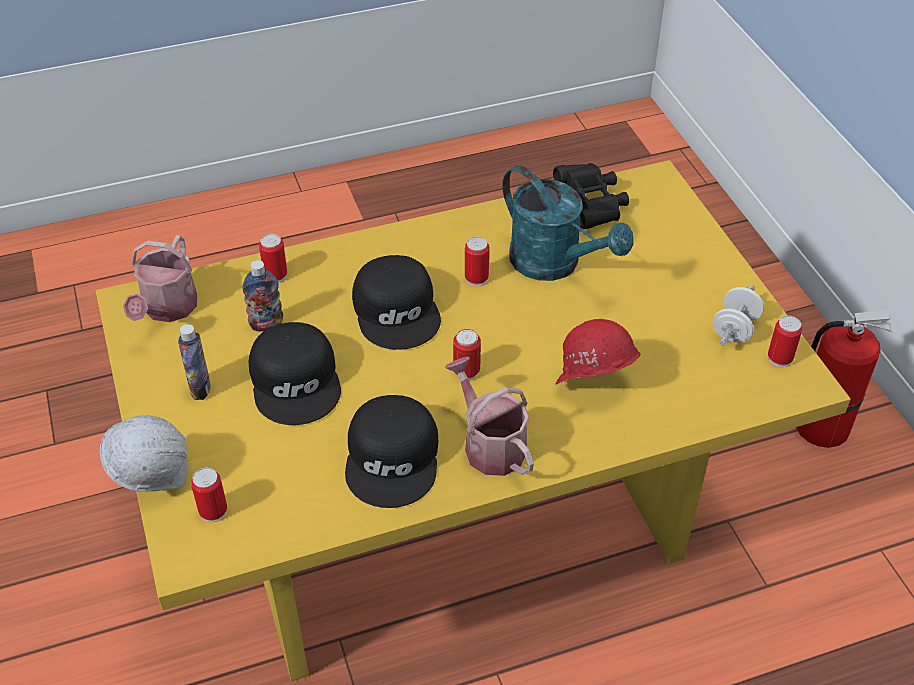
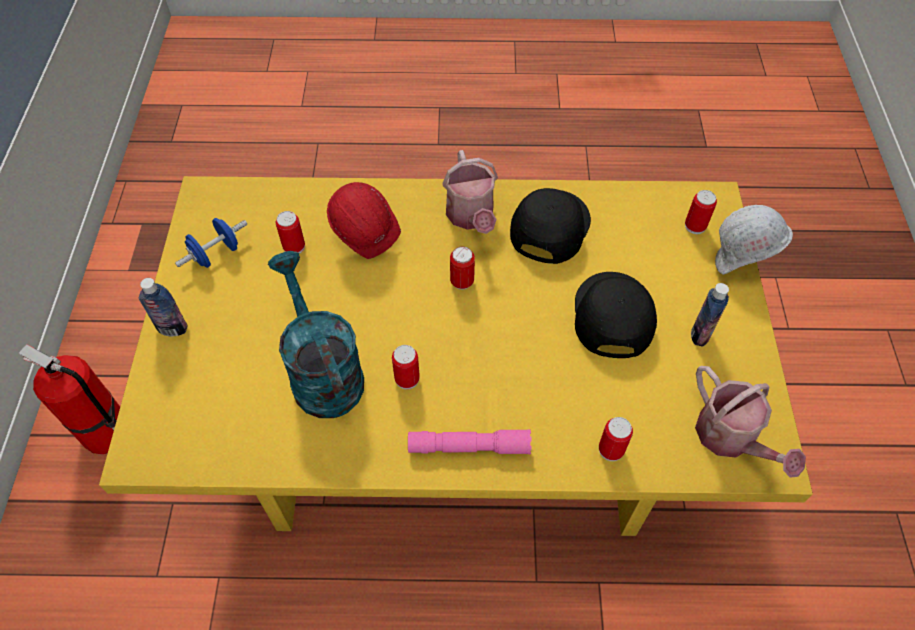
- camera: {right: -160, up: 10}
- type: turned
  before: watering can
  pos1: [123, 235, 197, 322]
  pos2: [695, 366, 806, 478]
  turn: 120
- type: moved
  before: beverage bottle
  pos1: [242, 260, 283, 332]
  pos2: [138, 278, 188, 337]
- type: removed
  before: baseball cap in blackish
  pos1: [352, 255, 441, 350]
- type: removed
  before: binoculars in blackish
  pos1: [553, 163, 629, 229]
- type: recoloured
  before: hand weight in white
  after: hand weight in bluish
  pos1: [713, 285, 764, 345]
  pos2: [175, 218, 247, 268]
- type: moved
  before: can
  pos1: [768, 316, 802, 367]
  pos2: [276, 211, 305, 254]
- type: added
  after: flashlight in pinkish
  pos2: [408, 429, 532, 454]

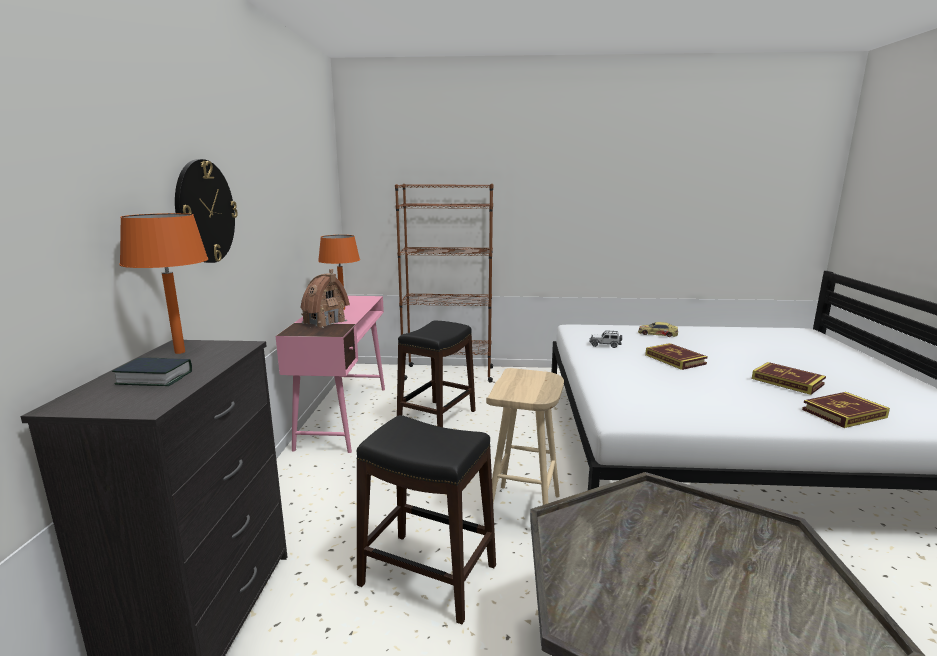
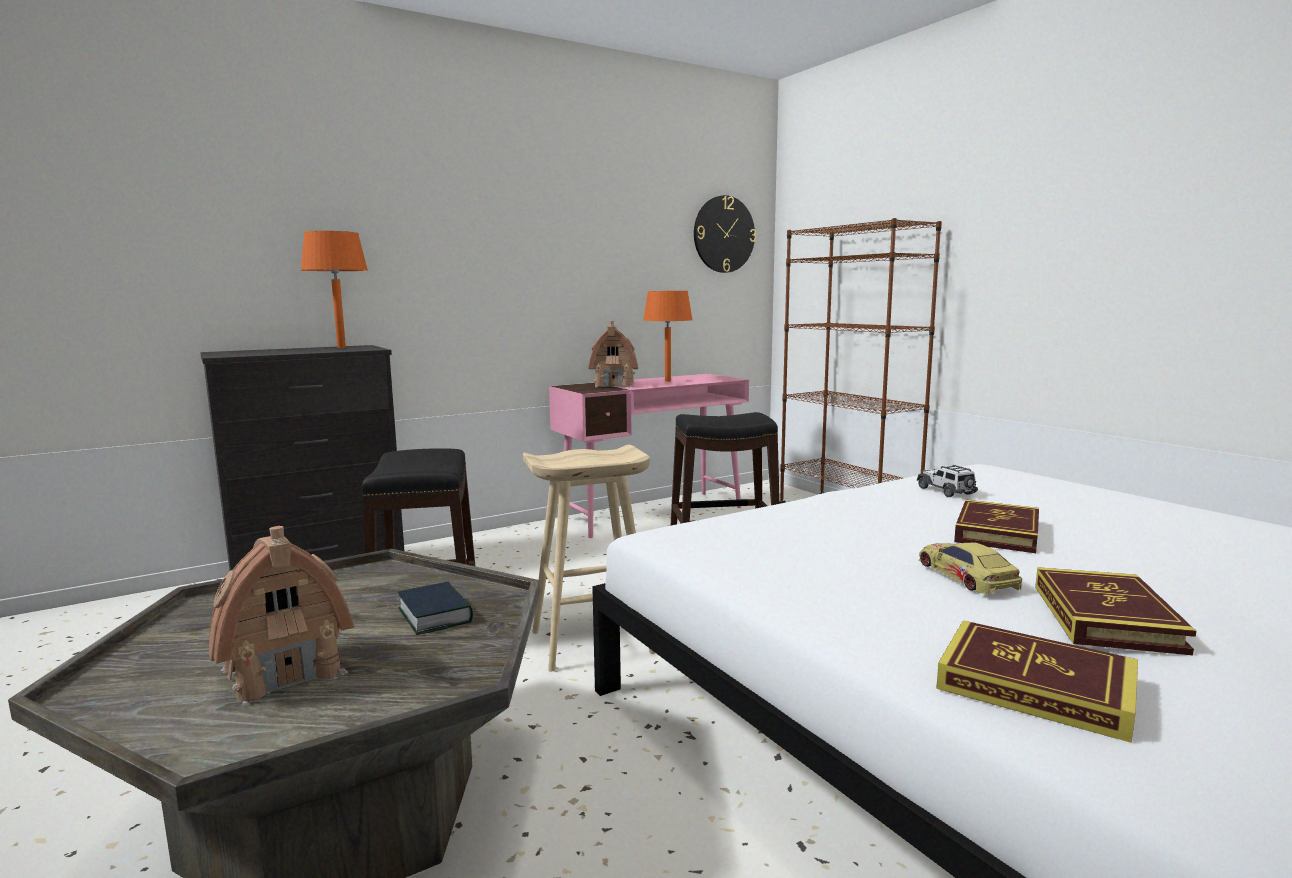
- camera: {right: 55, up: -5}
- type: moved
  before: bound book
  pos1: [112, 358, 192, 386]
  pos2: [398, 582, 473, 635]
- type: moved
  before: wall clock
  pos1: [175, 159, 238, 263]
  pos2: [694, 195, 756, 273]
- type: moved
  before: model car
  pos1: [638, 322, 678, 337]
  pos2: [919, 542, 1022, 594]
- type: added
  after: toy house
  pos2: [209, 526, 355, 706]

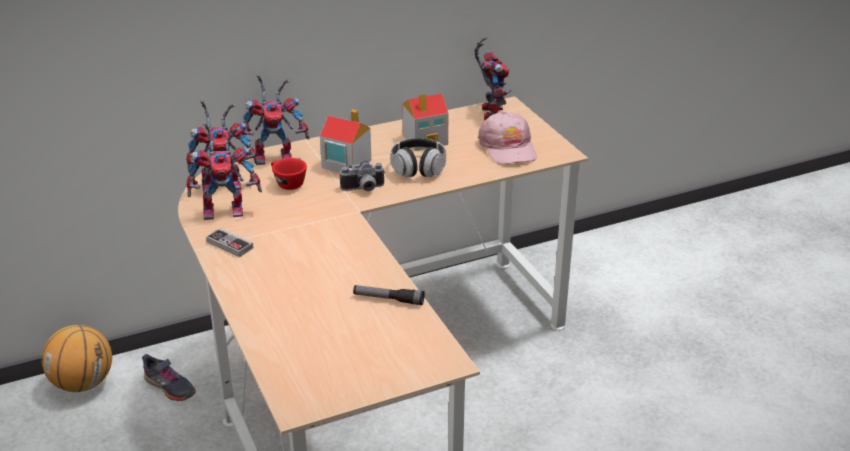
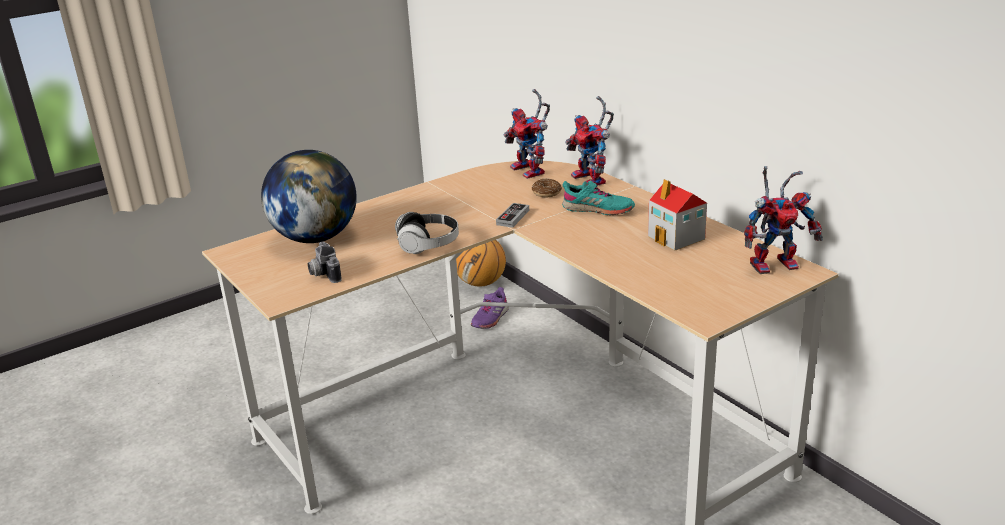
- camera: {right: 80, up: -5}
- type: recoloured
  before: item of footwear in gray
  after: item of footwear in purplish
  pos1: [142, 354, 196, 401]
  pos2: [471, 287, 509, 329]
- type: removed
  before: robot figure
  pos1: [187, 122, 262, 220]
- type: moved
  before: joypad
  pos1: [206, 228, 253, 257]
  pos2: [496, 203, 529, 228]
- type: replaced
  before: drinking cup in reddish
  after: doughnut
  pos1: [271, 158, 307, 190]
  pos2: [532, 179, 562, 197]
- type: replaced
  before: toy house
  after: item of footwear in turquoise-coloured
  pos1: [320, 109, 371, 173]
  pos2: [562, 181, 635, 215]
- type: moved
  before: still camera
  pos1: [339, 160, 385, 191]
  pos2: [308, 242, 342, 283]
- type: removed
  before: flashlight
  pos1: [353, 285, 425, 305]
- type: moved
  before: headset
  pos1: [390, 138, 446, 177]
  pos2: [395, 212, 459, 254]
- type: removed
  before: baseball cap in pinkish
  pos1: [478, 111, 537, 165]
- type: added
  after: world globe
  pos2: [261, 150, 357, 243]

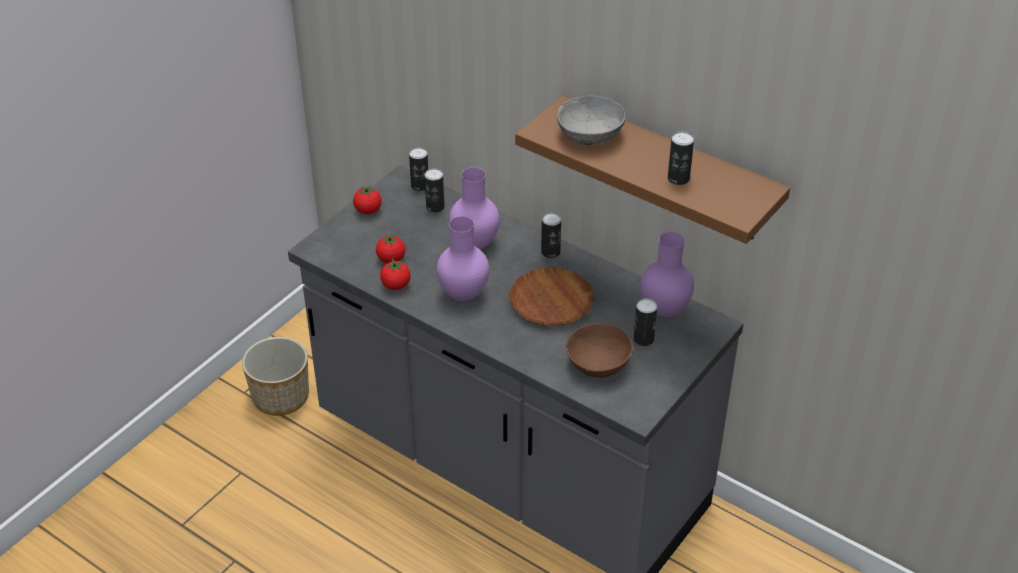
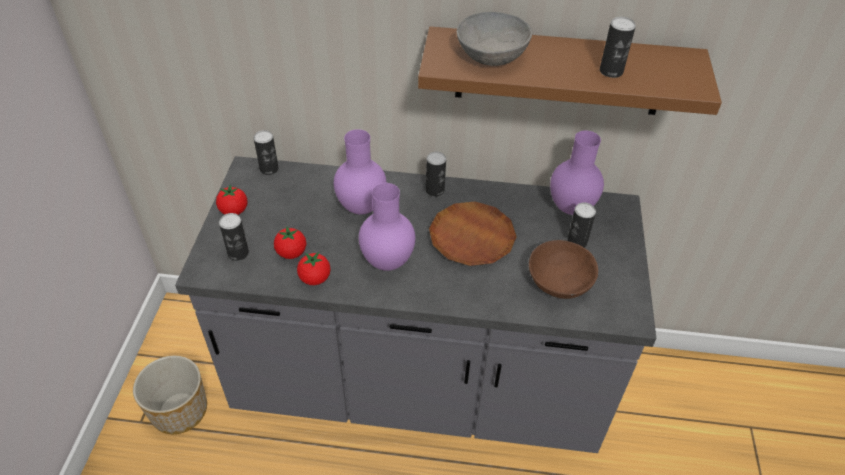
- camera: {right: -30, up: 5}
- type: moved
  before: can
  pos1: [424, 168, 445, 213]
  pos2: [219, 213, 249, 261]

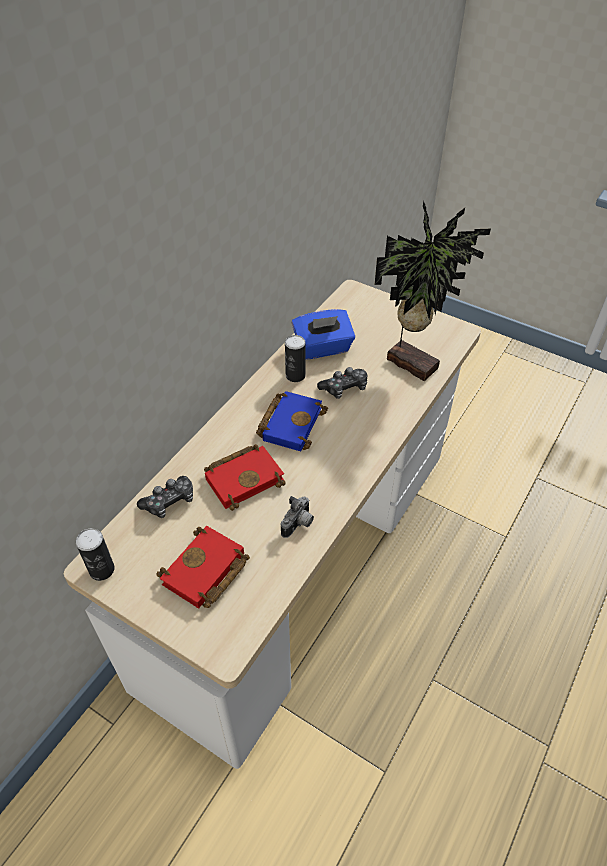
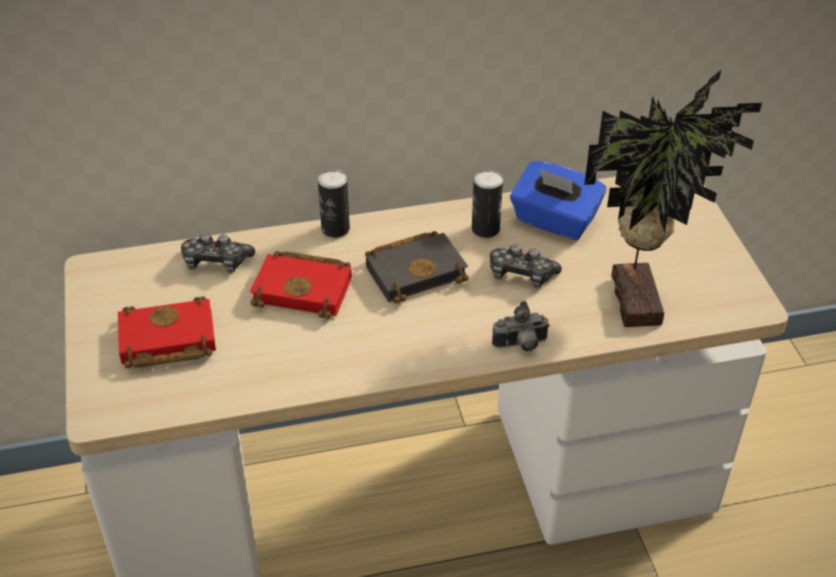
- camera: {right: 45, up: -5}
- type: moved
  before: can
  pos1: [76, 528, 115, 581]
  pos2: [318, 169, 350, 238]
- type: recoloured
  before: bound book in bluish
  after: bound book in blackish
  pos1: [256, 391, 328, 451]
  pos2: [365, 231, 469, 303]
- type: moved
  before: still camera
  pos1: [281, 496, 314, 538]
  pos2: [492, 301, 550, 351]

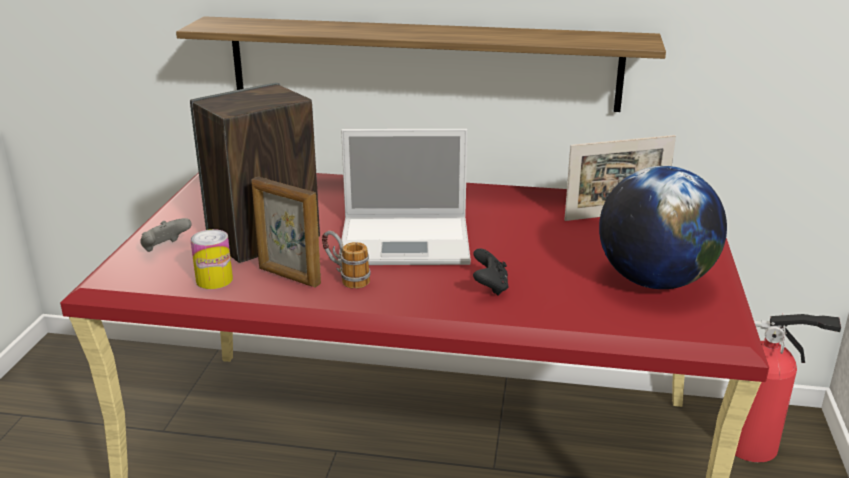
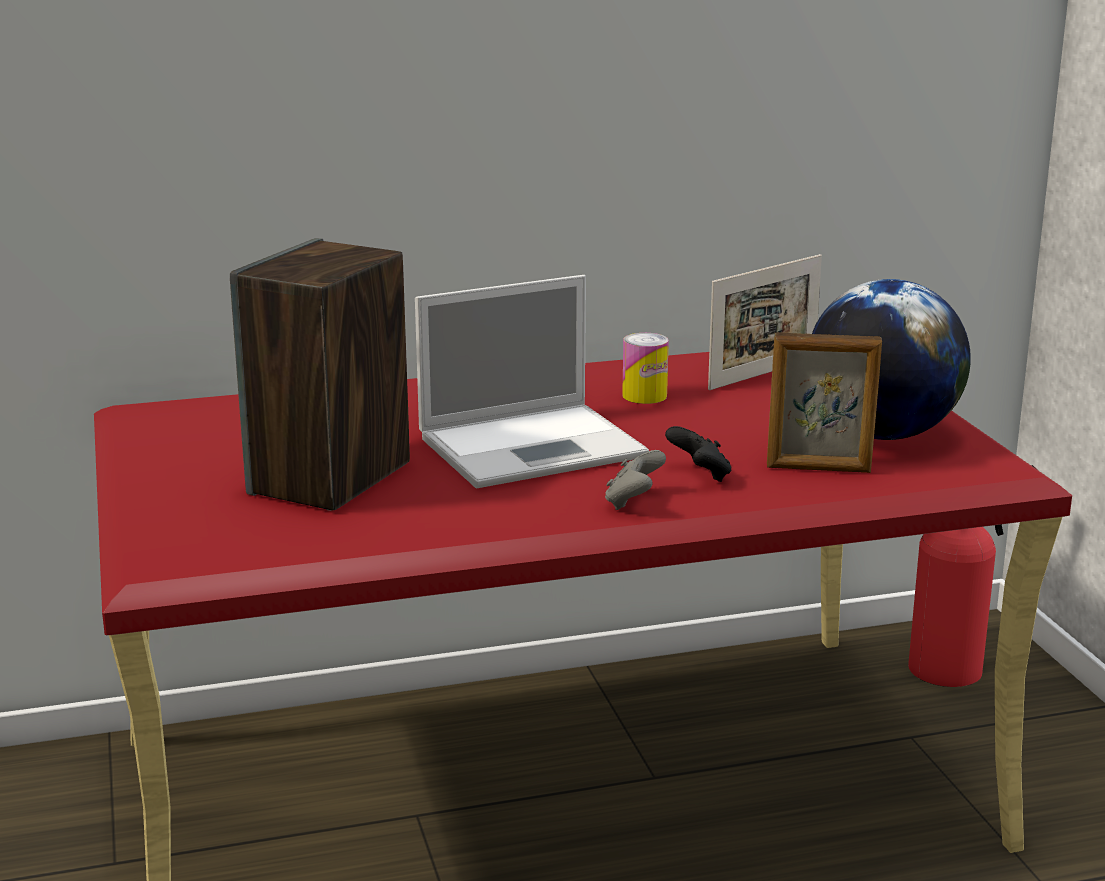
- camera: {right: -25, up: -5}
- type: moved
  before: joypad in gray
  pos1: [140, 218, 192, 252]
  pos2: [605, 450, 666, 510]
- type: removed
  before: wall shelf
  pos1: [176, 16, 666, 112]
- type: moved
  before: can
  pos1: [190, 229, 233, 289]
  pos2: [622, 333, 669, 404]
- type: moved
  before: standing frame
  pos1: [251, 177, 321, 287]
  pos2: [767, 332, 882, 473]
- type: removed
  before: mug
  pos1: [322, 231, 371, 289]

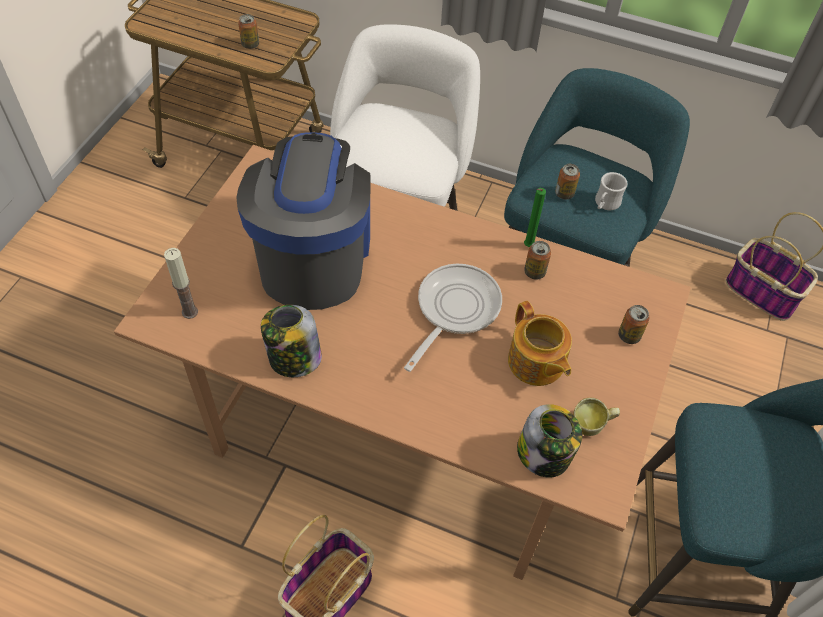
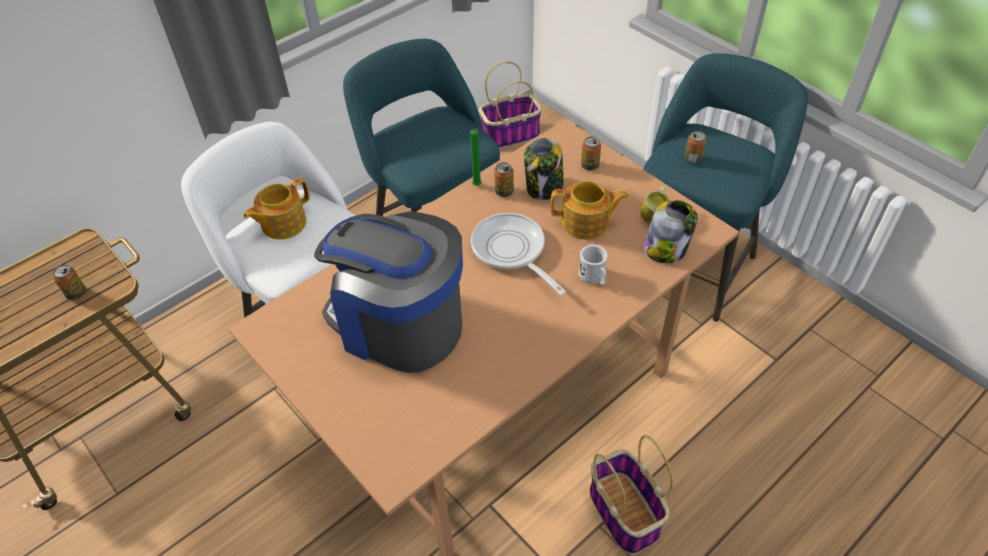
- camera: {right: -60, up: -5}
- type: removed
  before: wax candle
  pos1: [164, 248, 198, 319]
- type: moved
  before: preserve jar
  pos1: [261, 305, 322, 377]
  pos2: [524, 138, 564, 200]
- type: moved
  before: can
  pos1: [555, 164, 580, 199]
  pos2: [684, 131, 706, 164]
- type: moved
  before: mug in white
  pos1: [595, 172, 628, 210]
  pos2: [578, 245, 608, 285]
- type: added
  after: teapot
  pos2: [243, 178, 310, 240]

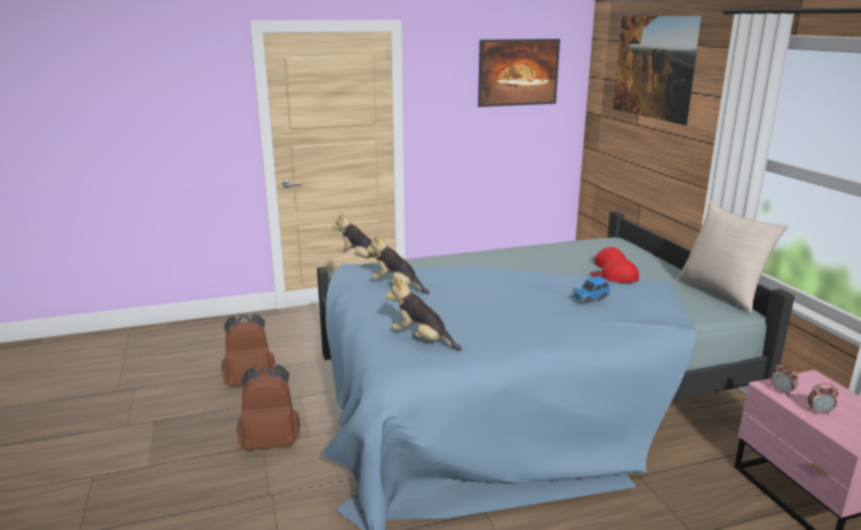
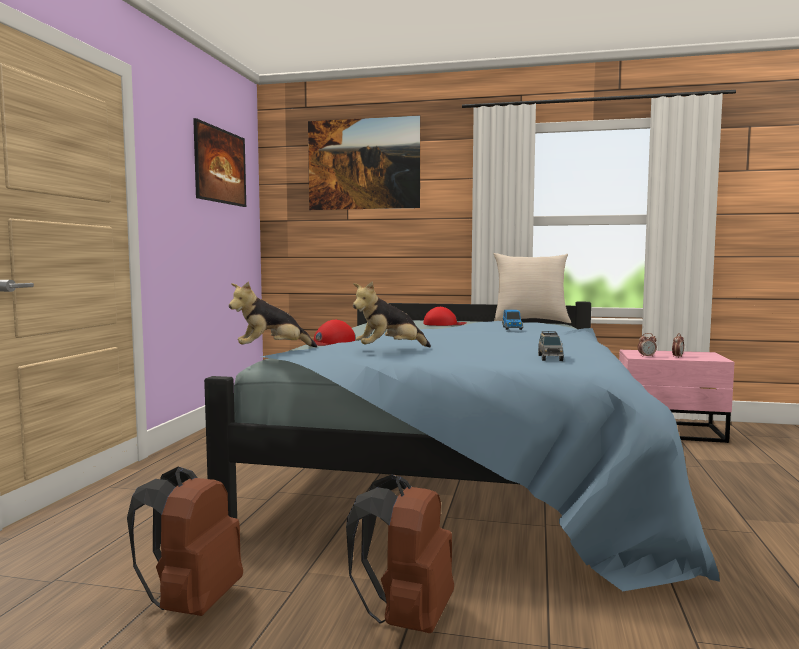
- camera: {right: -60, up: -15}
- type: replaced
  before: plush toy
  after: model car in gray
  pos1: [386, 276, 462, 351]
  pos2: [538, 331, 563, 361]
- type: moved
  before: baseball cap in reddish
  pos1: [590, 258, 639, 283]
  pos2: [314, 320, 355, 346]

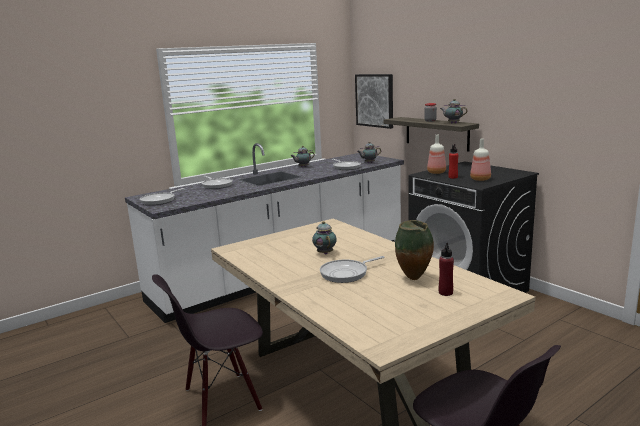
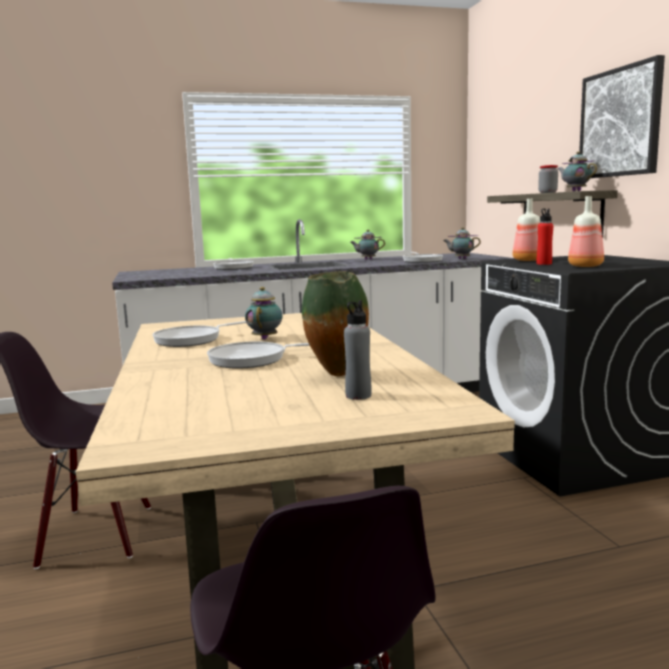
- camera: {right: 20, up: -5}
- type: moved
  before: pan
  pos1: [140, 188, 185, 205]
  pos2: [153, 321, 246, 347]
- type: moved
  before: wall art
  pos1: [355, 74, 393, 129]
  pos2: [579, 55, 665, 178]
- type: recoloured
  before: beverage bottle in reddish
  after: beverage bottle in gray
  pos1: [439, 243, 454, 296]
  pos2: [344, 300, 372, 400]

